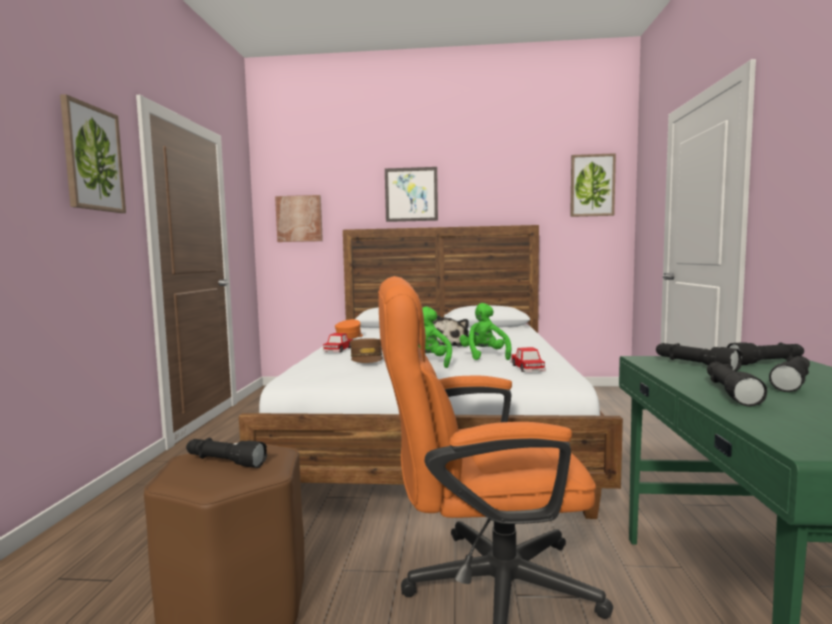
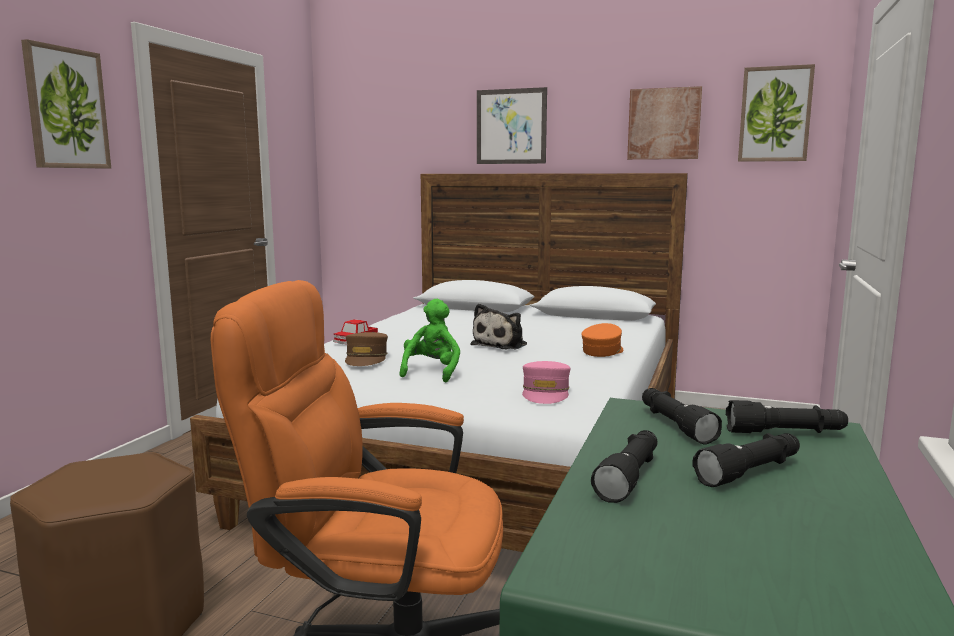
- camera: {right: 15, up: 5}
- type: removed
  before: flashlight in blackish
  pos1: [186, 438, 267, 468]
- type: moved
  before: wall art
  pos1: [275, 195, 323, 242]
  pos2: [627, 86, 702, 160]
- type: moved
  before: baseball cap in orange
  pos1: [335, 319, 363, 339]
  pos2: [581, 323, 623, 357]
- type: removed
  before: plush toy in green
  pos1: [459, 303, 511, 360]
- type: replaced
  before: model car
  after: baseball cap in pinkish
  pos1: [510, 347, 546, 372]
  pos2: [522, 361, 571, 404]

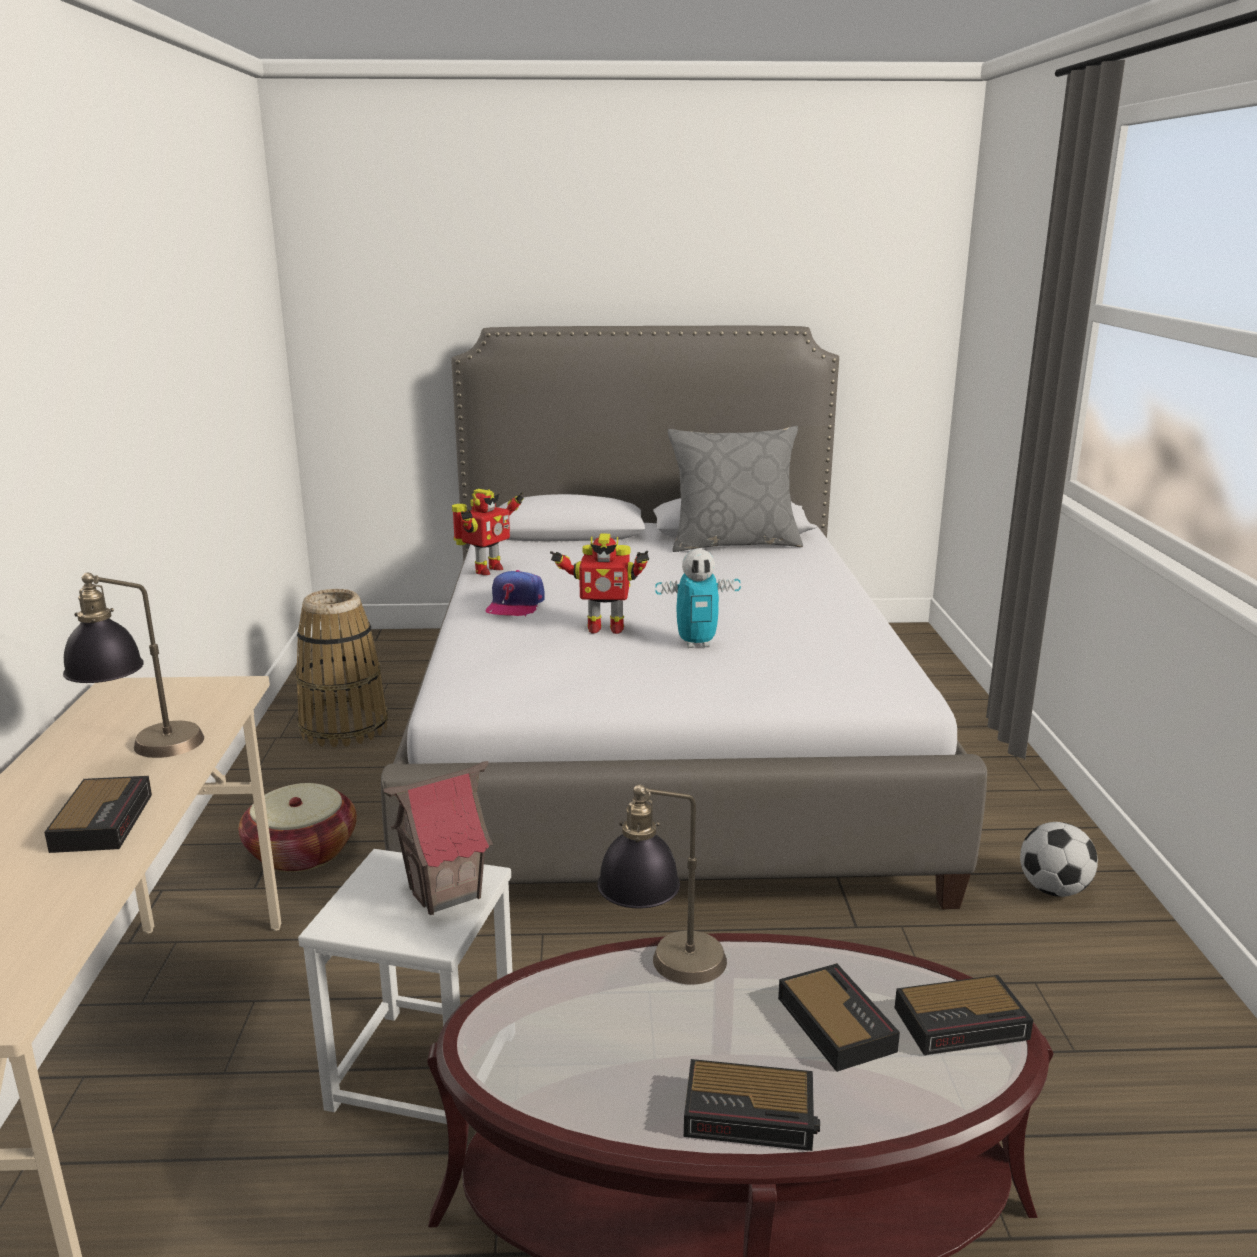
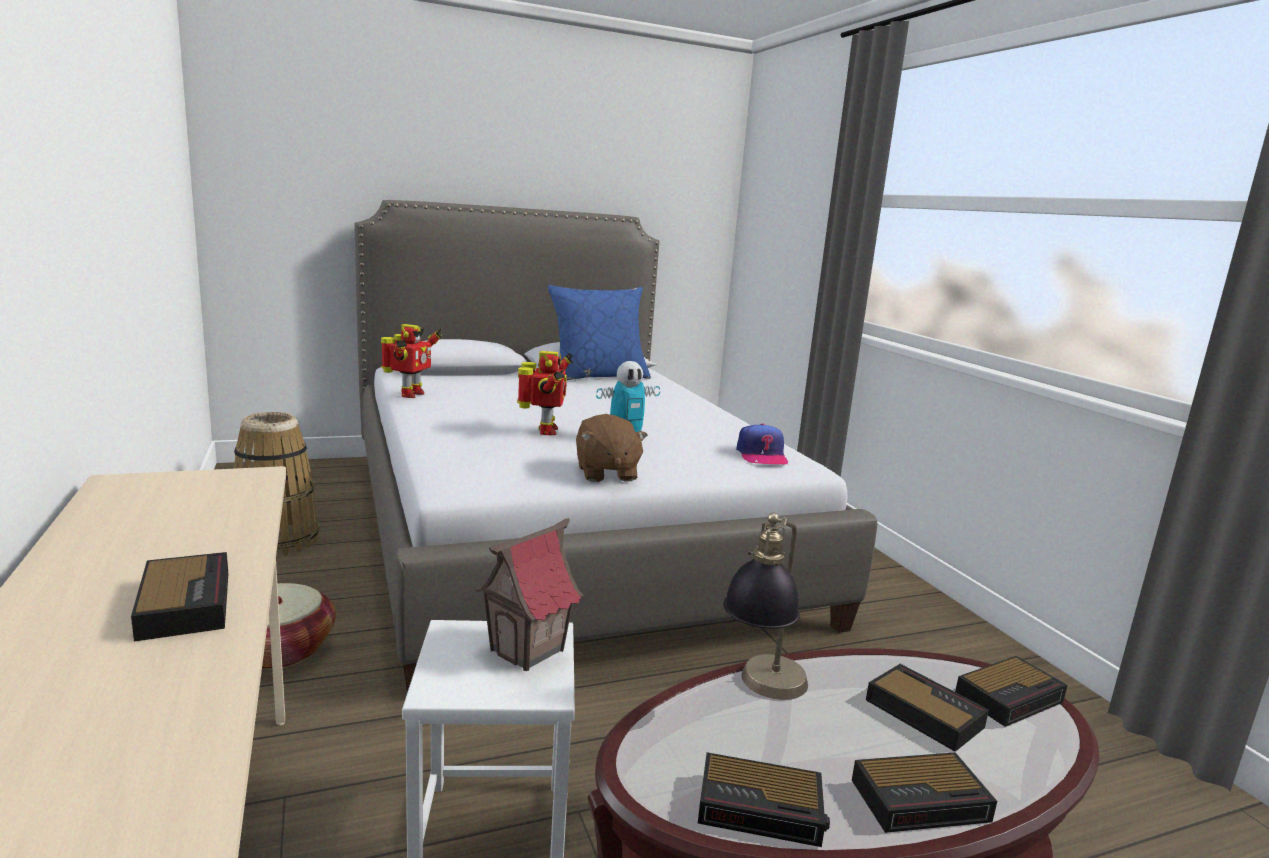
- camera: {right: -20, up: -5}
- type: removed
  before: lamp for a table
  pos1: [63, 572, 204, 758]
- type: moved
  before: baseball cap
  pos1: [486, 570, 545, 616]
  pos2: [736, 423, 788, 464]
- type: turned
  before: robot figure
  pos1: [550, 534, 649, 634]
  pos2: [517, 351, 573, 435]
  turn: -75
- type: recoloured
  before: cushion in gray
  after: cushion in bluish
  pos1: [668, 426, 803, 552]
  pos2: [548, 285, 651, 380]
- type: removed
  before: football ball
  pos1: [1020, 822, 1098, 897]
- type: added
  after: plush toy in brownish
  pos2: [576, 414, 648, 482]
- type: added
  after: bedside clock
  pos2: [698, 752, 830, 847]

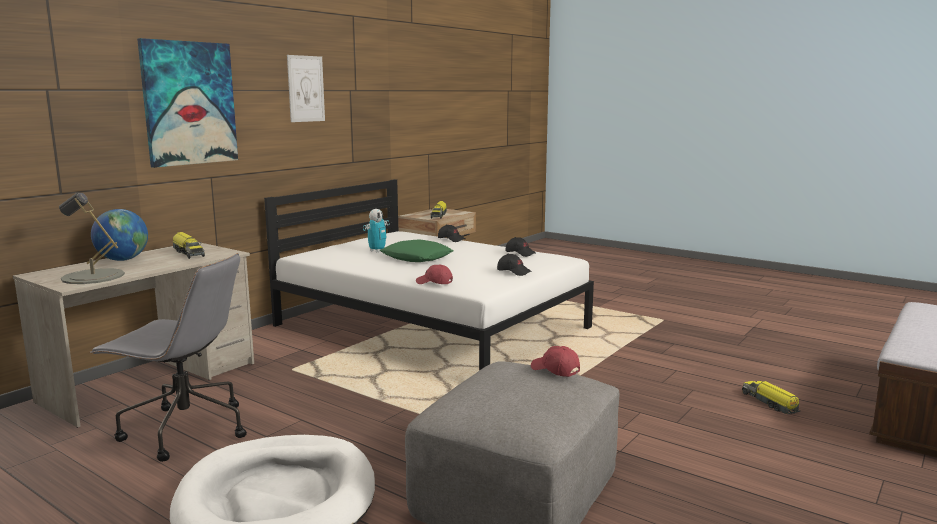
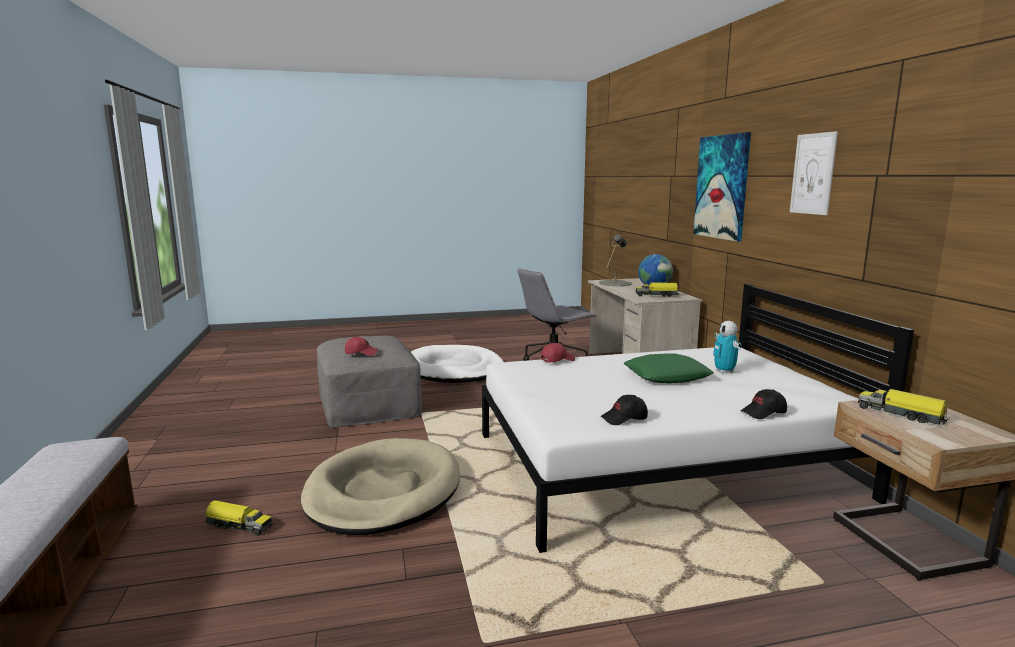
- camera: {right: 130, up: 0}
- type: removed
  before: baseball cap in blackish
  pos1: [497, 254, 532, 276]
- type: added
  after: dog bed in beige-coloured
  pos2: [301, 438, 460, 535]

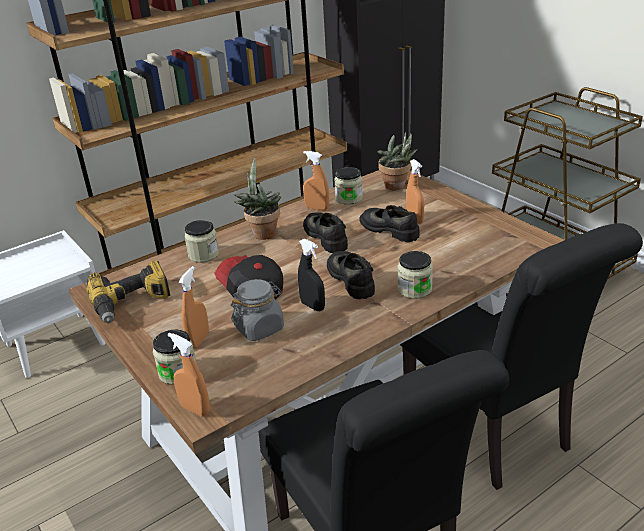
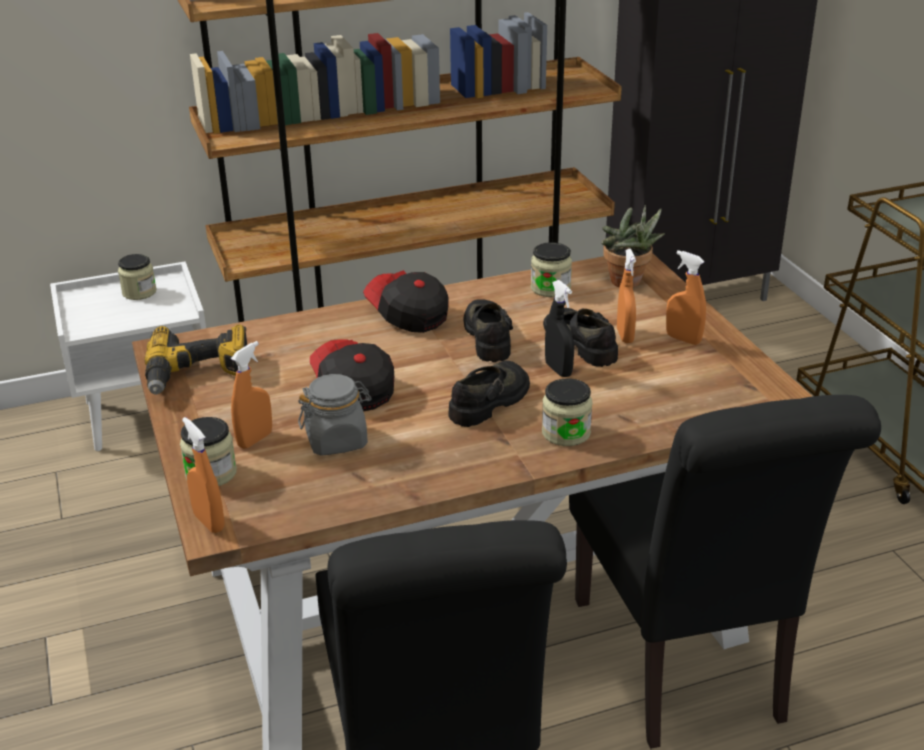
- camera: {right: 15, up: 0}
- type: moved
  before: preserve jar
  pos1: [184, 220, 219, 263]
  pos2: [118, 254, 156, 300]
- type: replaced
  before: potted plant
  after: baseball cap
  pos1: [234, 158, 281, 240]
  pos2: [363, 270, 449, 333]
- type: moved
  before: hand sprayer in blackish
  pos1: [298, 238, 325, 311]
  pos2: [545, 280, 574, 377]
- type: moved
  before: hand sprayer in orange
  pos1: [303, 151, 329, 210]
  pos2: [666, 250, 706, 345]
- type: turned
  before: item of footwear in blackish
  pos1: [327, 251, 375, 299]
  pos2: [448, 361, 530, 427]
  turn: 45

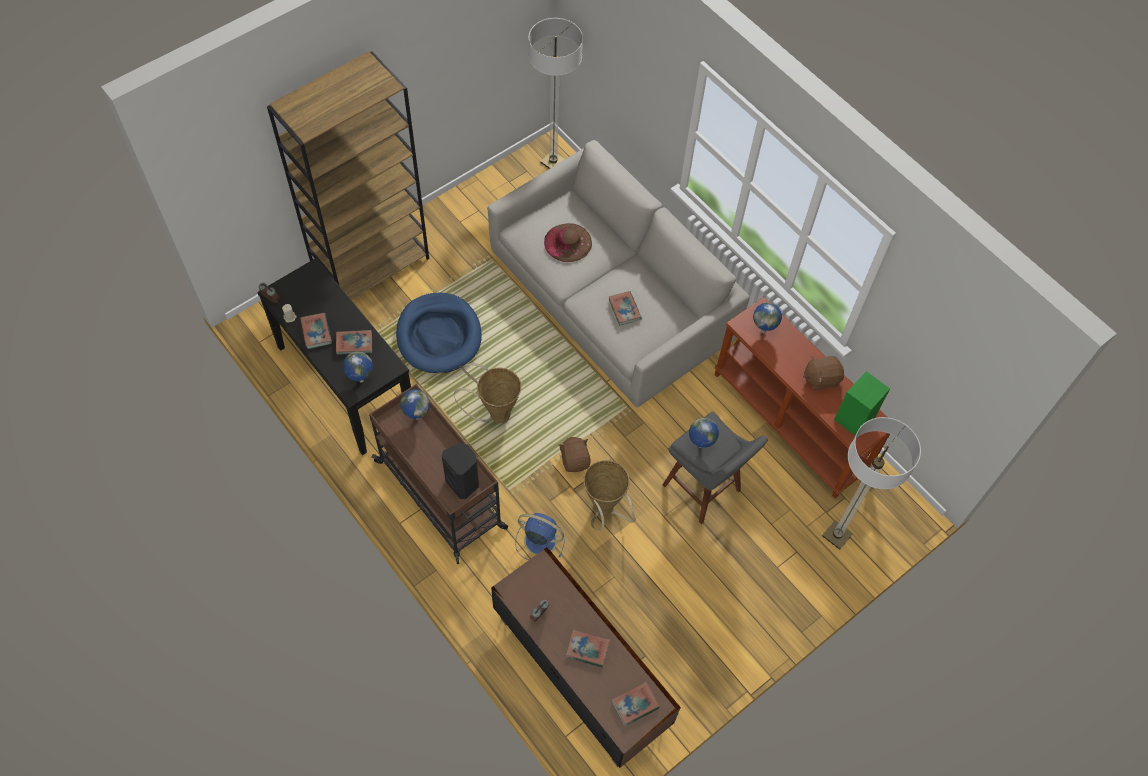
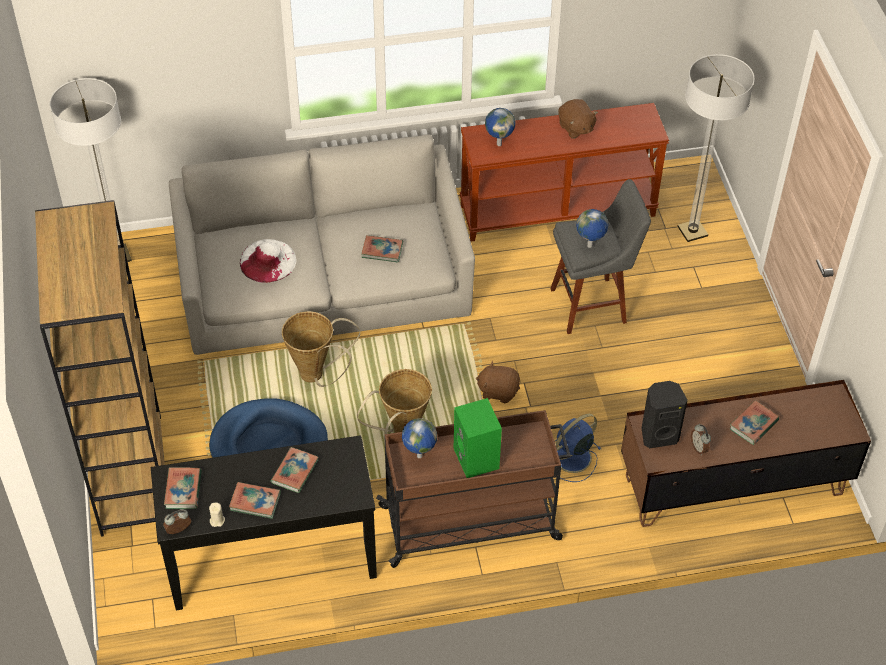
- camera: {right: -60, up: -10}
- type: removed
  before: world globe
  pos1: [343, 352, 373, 383]
- type: moved
  before: speaker in blackish
  pos1: [442, 443, 479, 499]
  pos2: [642, 381, 688, 448]
- type: recoloured
  before: hat in brownish
  after: hat in white
  pos1: [544, 223, 592, 262]
  pos2: [240, 239, 297, 283]
- type: moved
  before: basket
  pos1: [583, 460, 636, 530]
  pos2: [282, 311, 360, 387]
- type: moved
  before: bound book
  pos1: [611, 681, 660, 726]
  pos2: [164, 467, 202, 509]
- type: turned
  before: plush toy in brownish
  pos1: [803, 356, 844, 391]
  pos2: [558, 99, 598, 139]
  turn: -45
- type: moved
  before: speaker in green
  pos1: [834, 371, 890, 436]
  pos2: [454, 398, 502, 478]

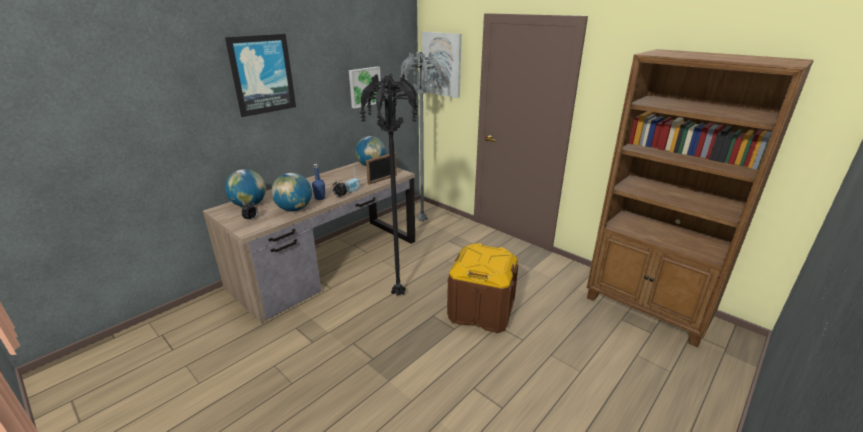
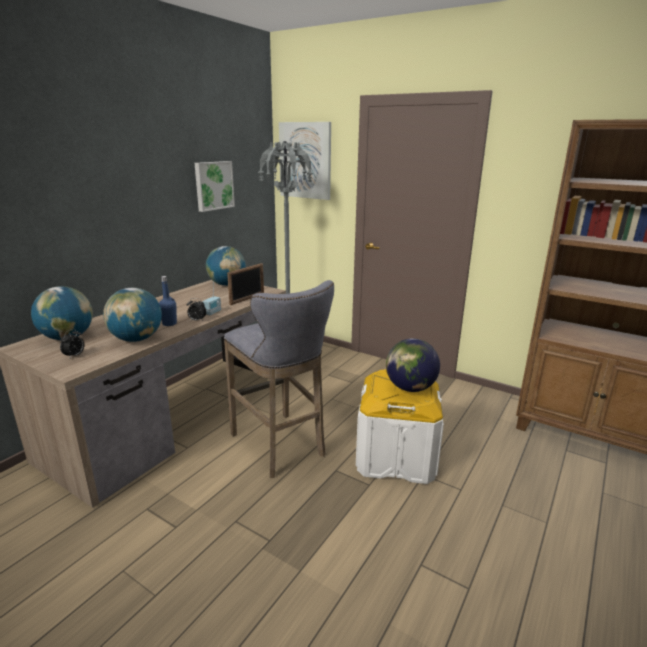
- camera: {right: -10, up: -5}
- type: removed
  before: wall art
  pos1: [225, 34, 296, 117]
- type: replaced
  before: floor lamp in blackish
  after: stool seat in gray
  pos1: [359, 73, 418, 297]
  pos2: [224, 280, 334, 478]
- type: recoloured
  before: storage box in brownish
  after: storage box in white
  pos1: [447, 243, 518, 333]
  pos2: [356, 369, 444, 484]
- type: added
  after: world globe
  pos2: [386, 338, 440, 392]

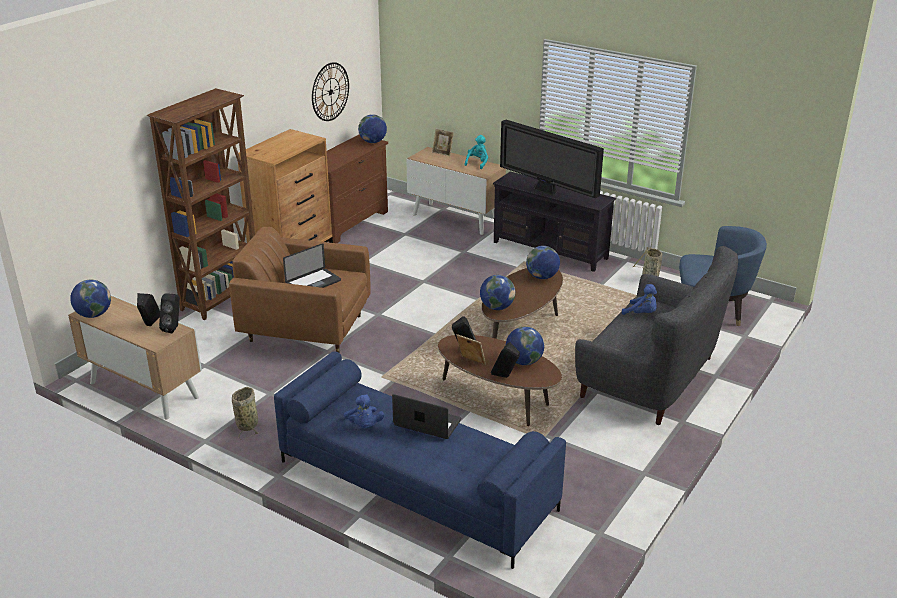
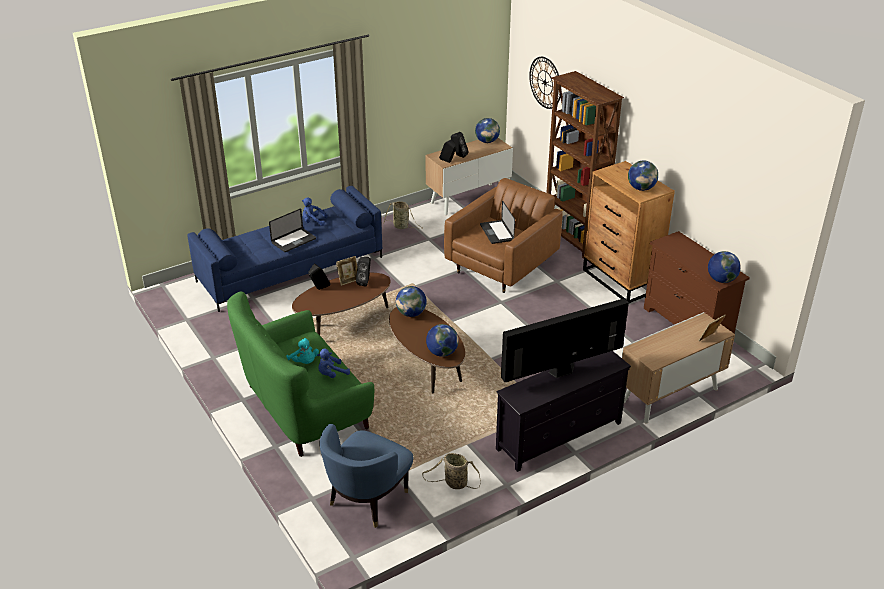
- camera: {right: 115, up: 5}
- type: moved
  before: wall clock
  pos1: [312, 62, 349, 121]
  pos2: [529, 57, 560, 109]
- type: moved
  before: plush toy in turquoise-coloured
  pos1: [464, 135, 488, 169]
  pos2: [286, 338, 319, 364]
- type: moved
  before: world globe
  pos1: [506, 327, 544, 365]
  pos2: [628, 161, 658, 191]
- type: recoloured
  before: couch in gray
  after: couch in green
  pos1: [575, 246, 738, 425]
  pos2: [227, 291, 374, 457]

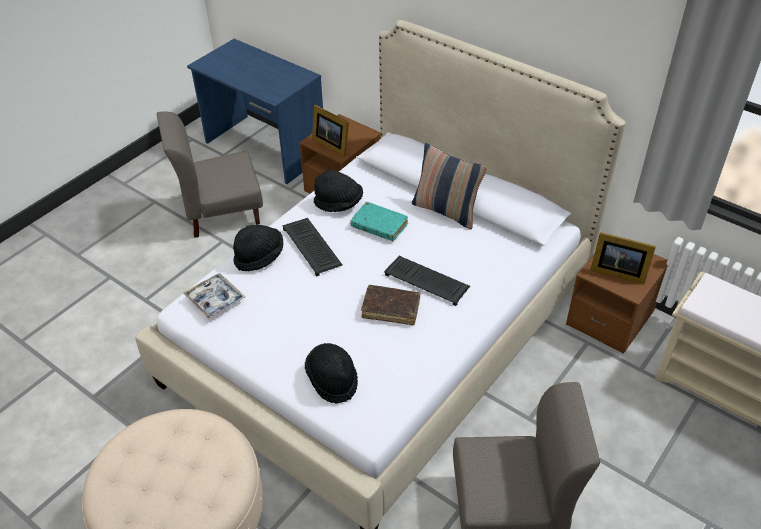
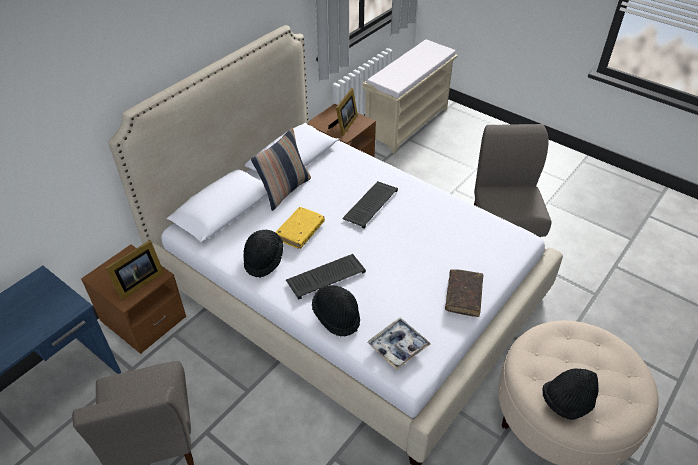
- camera: {right: -90, up: 0}
- type: moved
  before: hat in blackish
  pos1: [305, 343, 358, 404]
  pos2: [543, 368, 599, 420]
- type: recoloured
  before: bound book in turquoise-coloured
  after: bound book in yellow
  pos1: [350, 202, 408, 241]
  pos2: [276, 207, 325, 249]
- type: moved
  before: bound book in brownish
  pos1: [361, 285, 421, 325]
  pos2: [445, 269, 483, 317]

